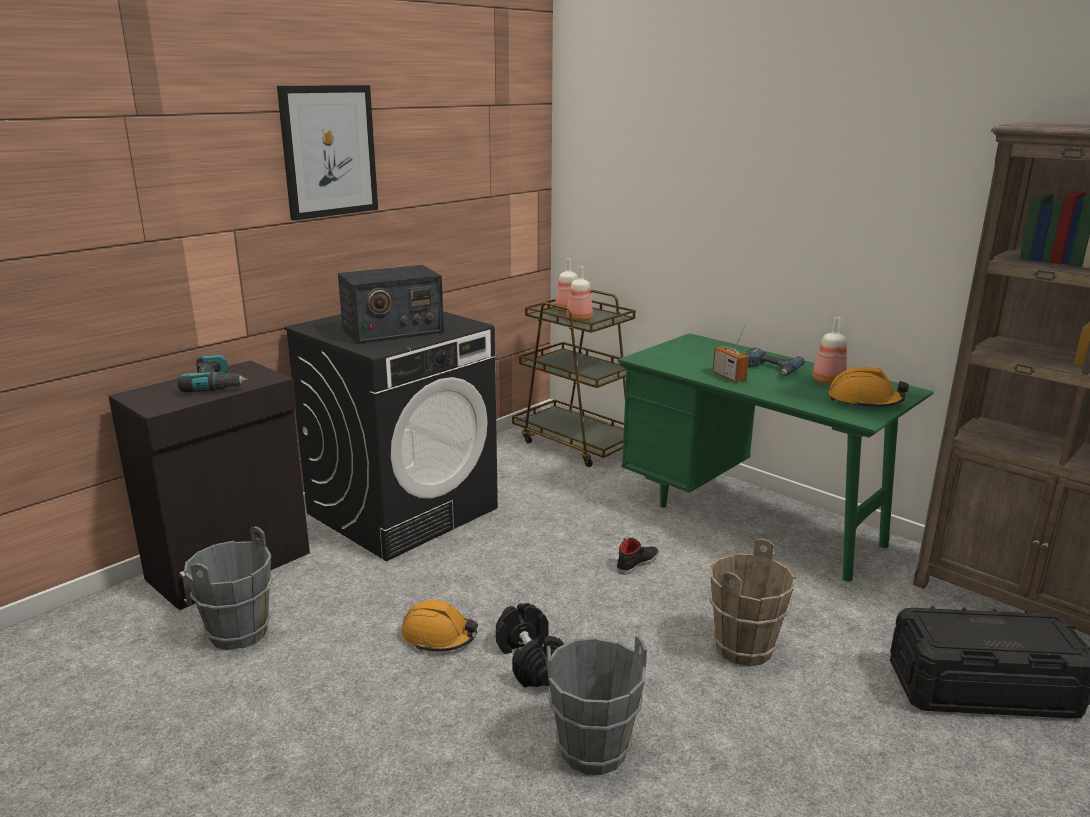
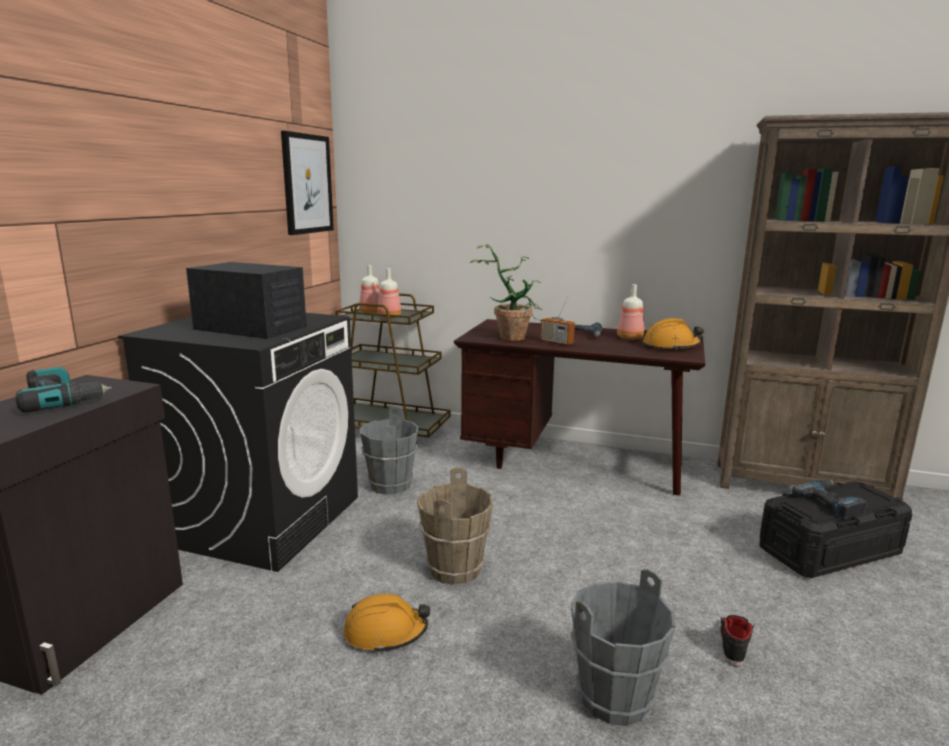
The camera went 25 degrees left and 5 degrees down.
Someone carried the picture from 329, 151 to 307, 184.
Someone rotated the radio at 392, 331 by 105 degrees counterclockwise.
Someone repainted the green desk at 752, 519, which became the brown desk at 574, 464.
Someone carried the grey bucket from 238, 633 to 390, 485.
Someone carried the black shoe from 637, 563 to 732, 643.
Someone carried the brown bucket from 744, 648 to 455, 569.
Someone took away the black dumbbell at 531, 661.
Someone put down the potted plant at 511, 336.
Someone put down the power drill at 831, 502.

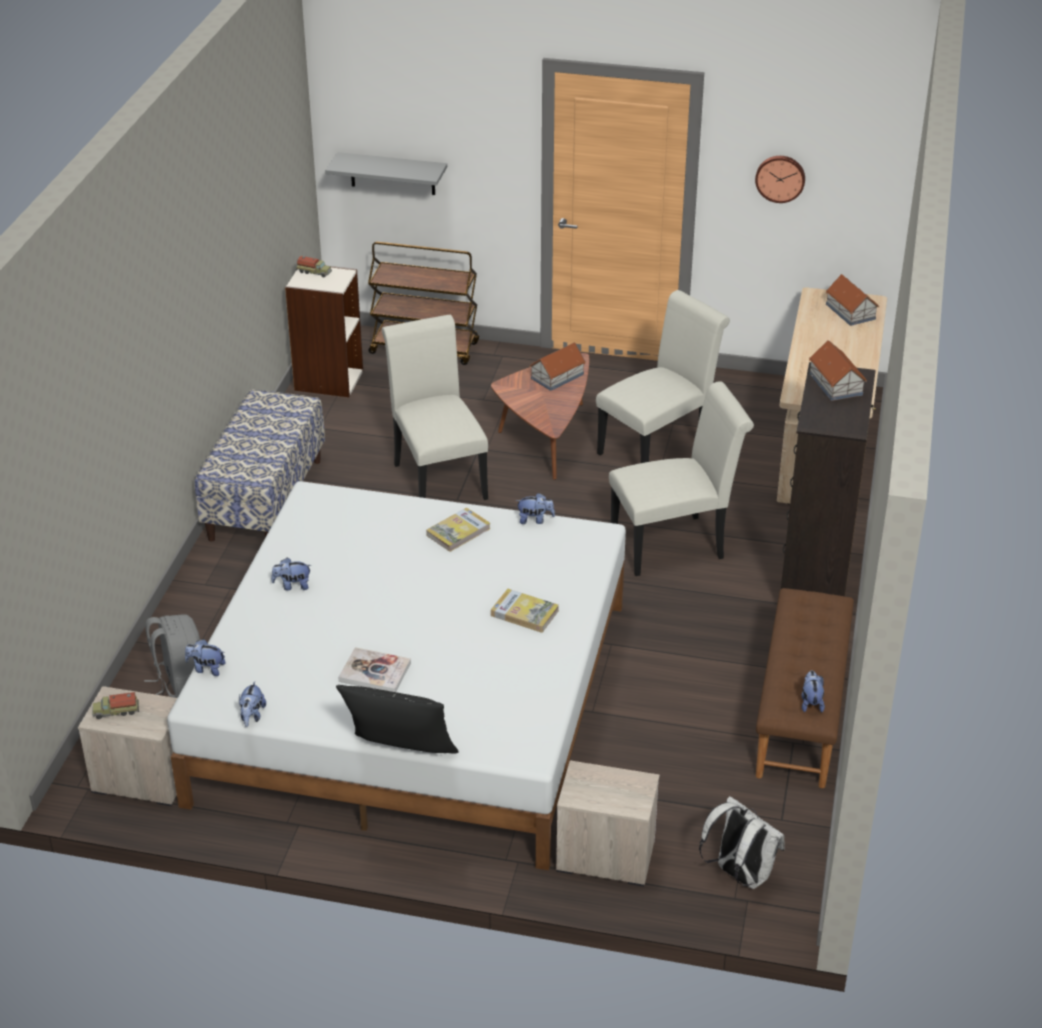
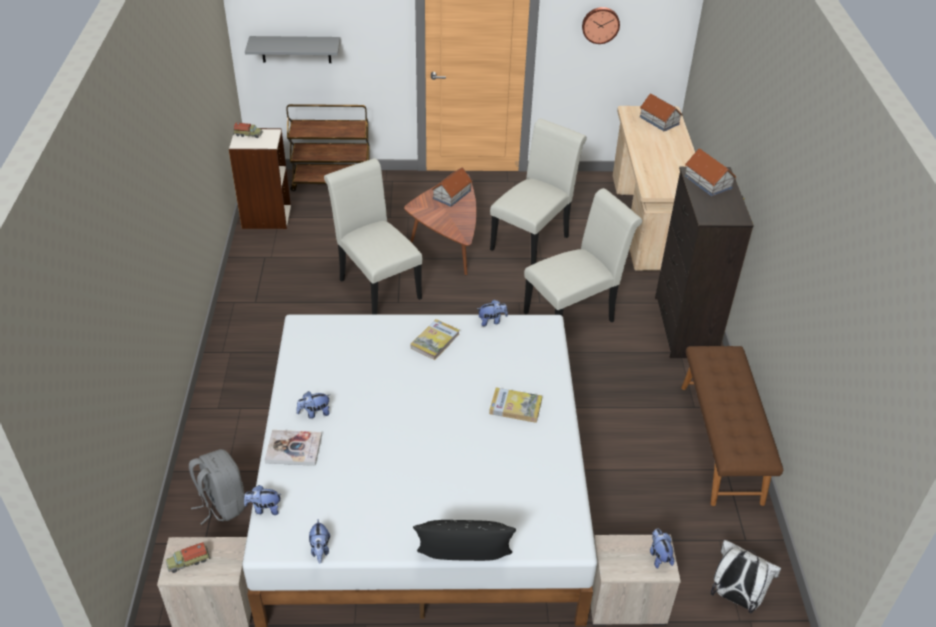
The camera went 15 degrees left and 5 degrees up.
Someone took away the bench at 265, 499.
Someone carried the book from 375, 672 to 293, 449.
Someone carried the plush toy from 811, 702 to 659, 556.

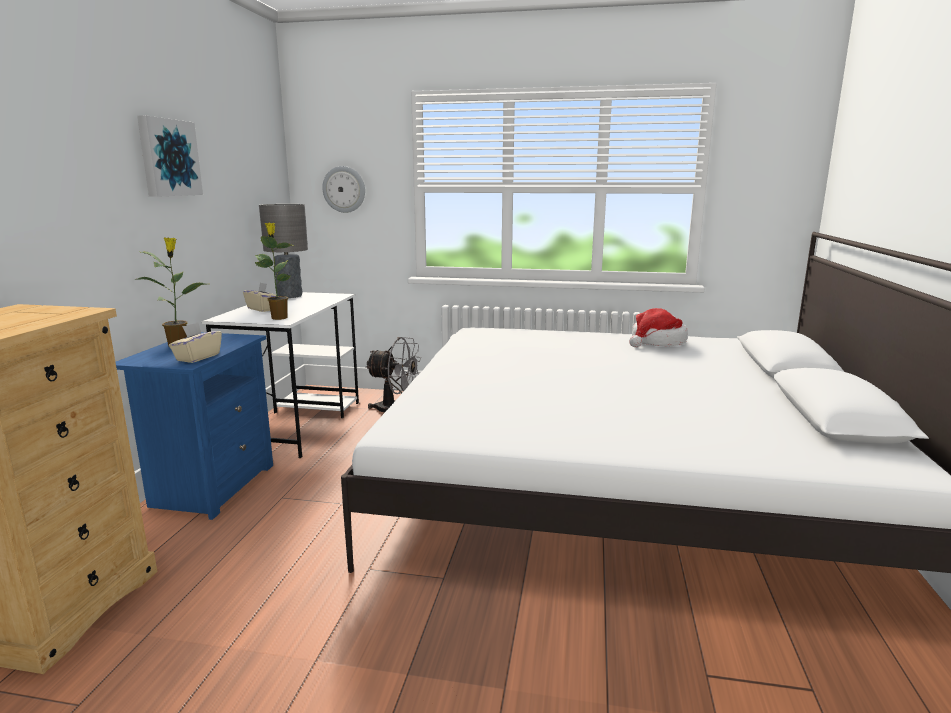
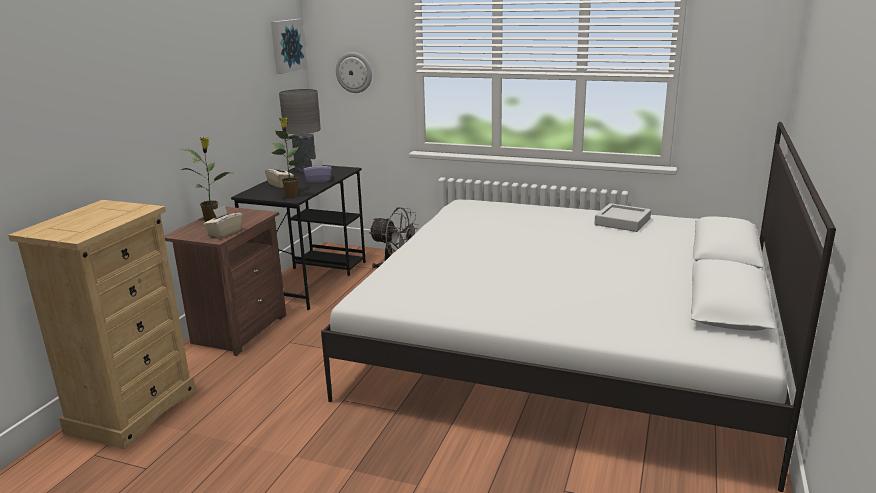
The camera went 10 degrees right and 5 degrees up.
Someone carried the picture from 168, 158 to 287, 45.
Someone repainted the white desk at 297, 424, which became the black desk at 310, 279.
Someone swapped the hat at 657, 342 for the grey tray at 622, 222.
Someone repainted the blue nightstand at 211, 486, which became the brown nightstand at 238, 330.
Someone put down the purple tissue box at 318, 180.

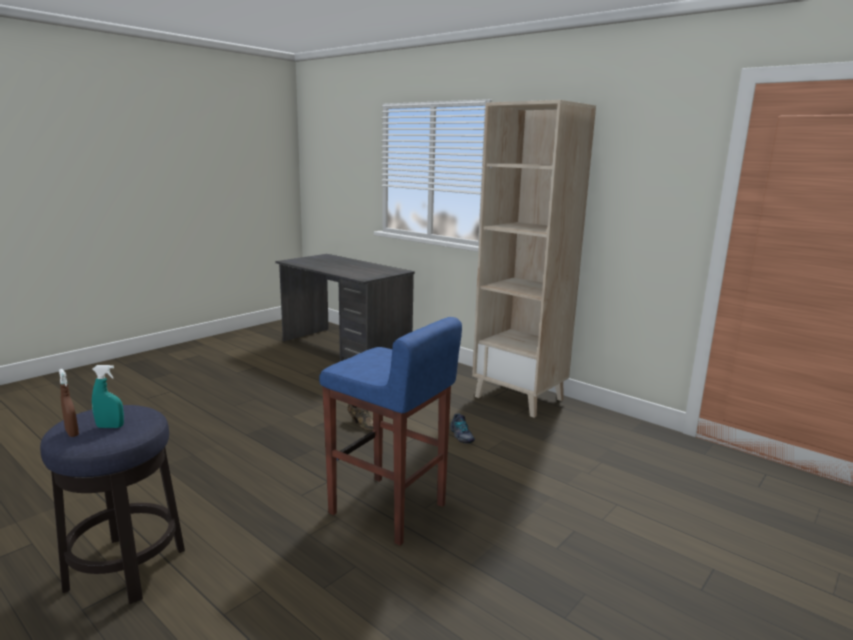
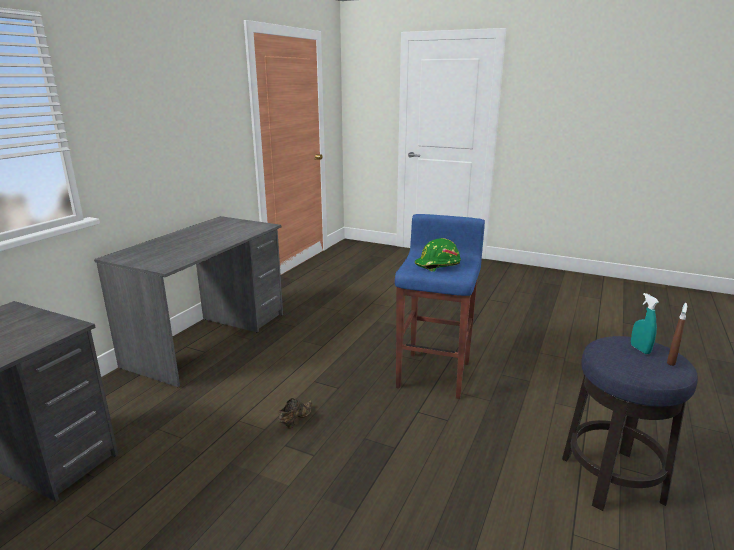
The camera went 105 degrees left and 5 degrees up.
Someone swapped the beige bookcase at 520, 398 for the grey desk at 209, 339.
Someone took away the shoe at 461, 436.
Someone put down the green hard hat at 437, 265.

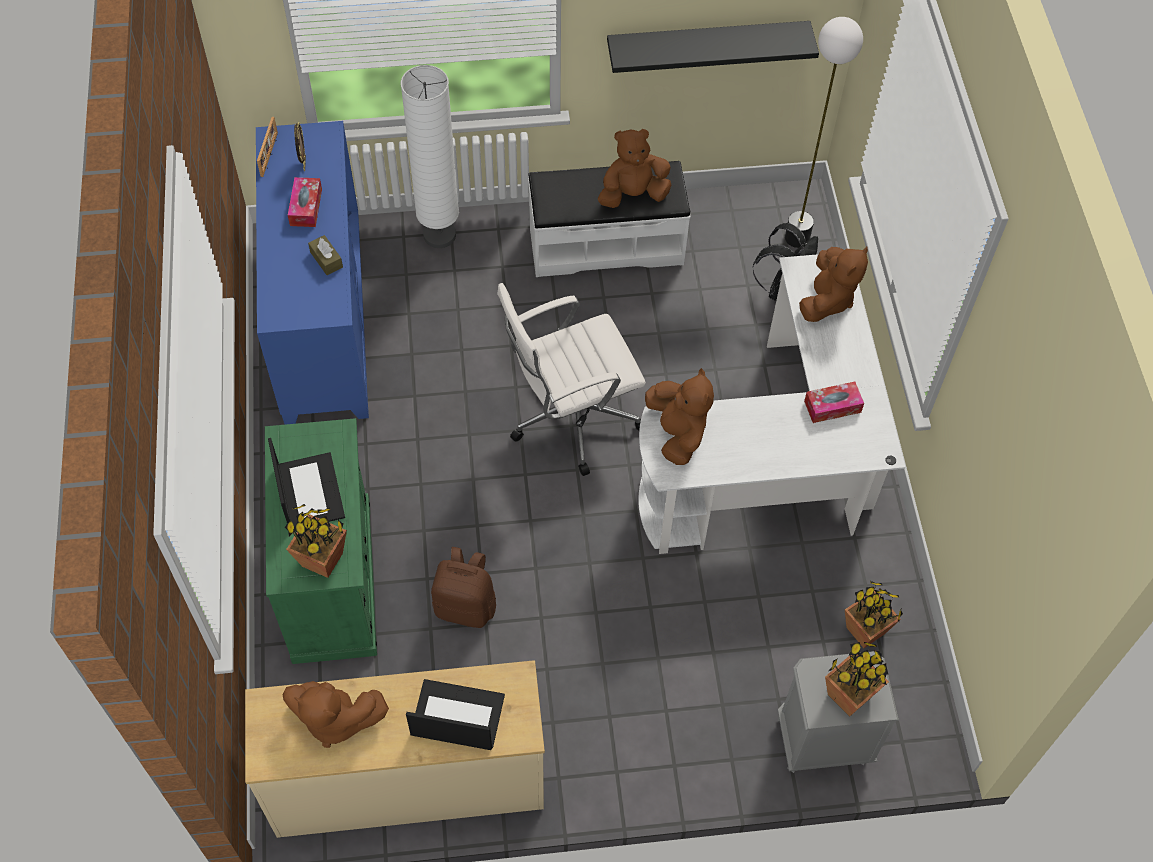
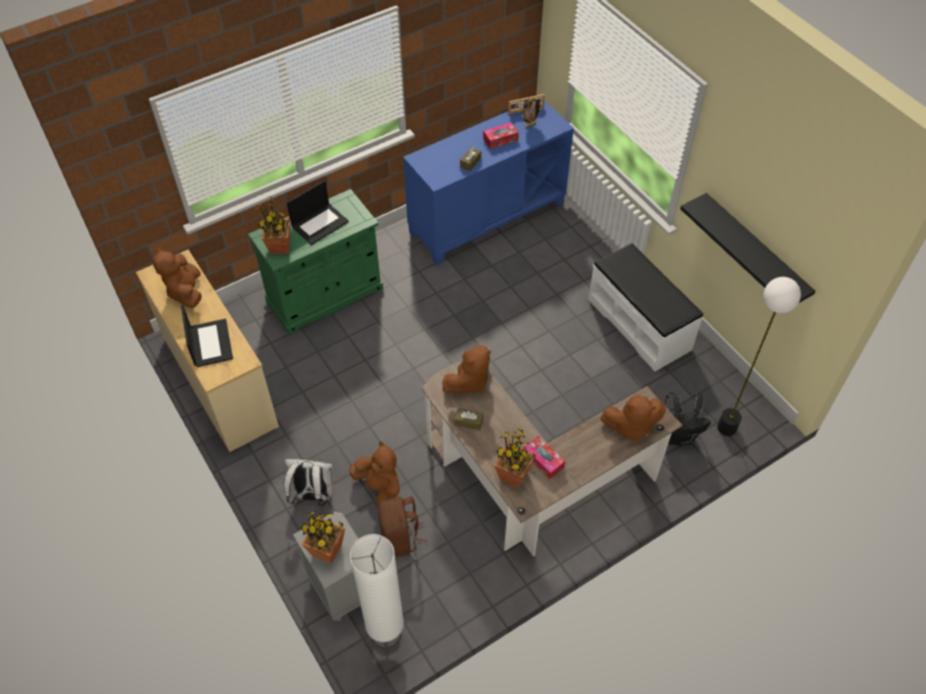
The camera went 65 degrees right and 5 degrees down.
Someone carried the white floor lamp from 439, 235 to 386, 635.
Someone carried the brown plush toy from 633, 194 to 379, 487.
Someone repainted the white desk at 774, 464, which became the brown desk at 532, 483.
Someone took away the white office chair at 571, 417.
Someone carried the brown backpack from 466, 606 to 401, 537.
Someone carried the potted plant from 865, 630 to 514, 475.
Someone put down the brown tissue box at 468, 422.
Someone put down the white backpack at 312, 495.

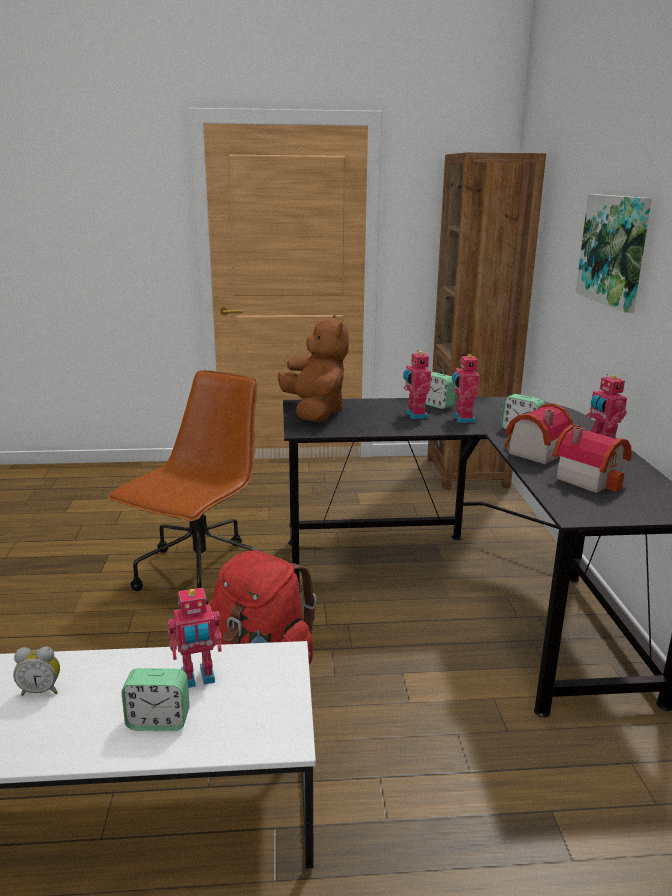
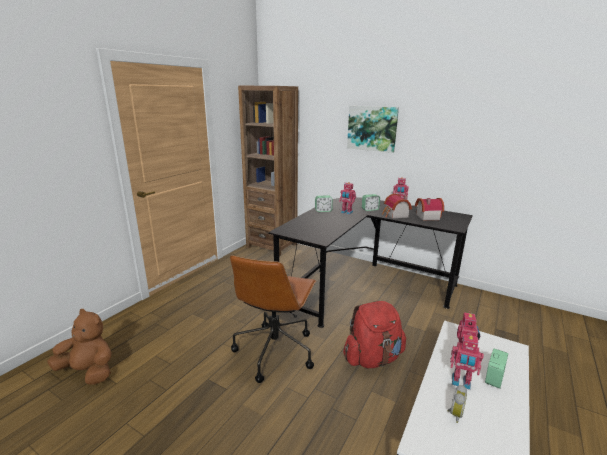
The camera went 55 degrees left and 0 degrees up.
Someone carried the brown plush toy from 315, 411 to 89, 371.
Someone carried the toy robot from 415, 415 to 461, 382.
Someone rotated the brown office chair at 200, 575 by 135 degrees counterclockwise.

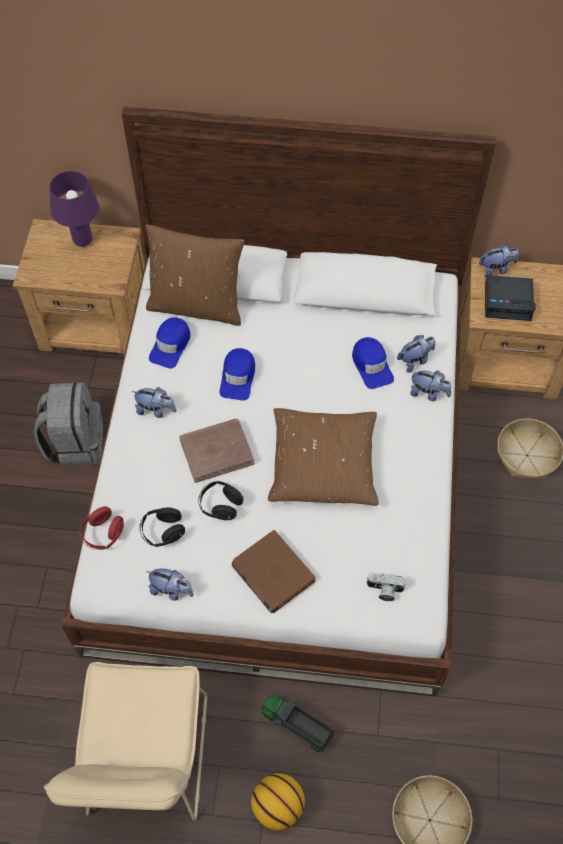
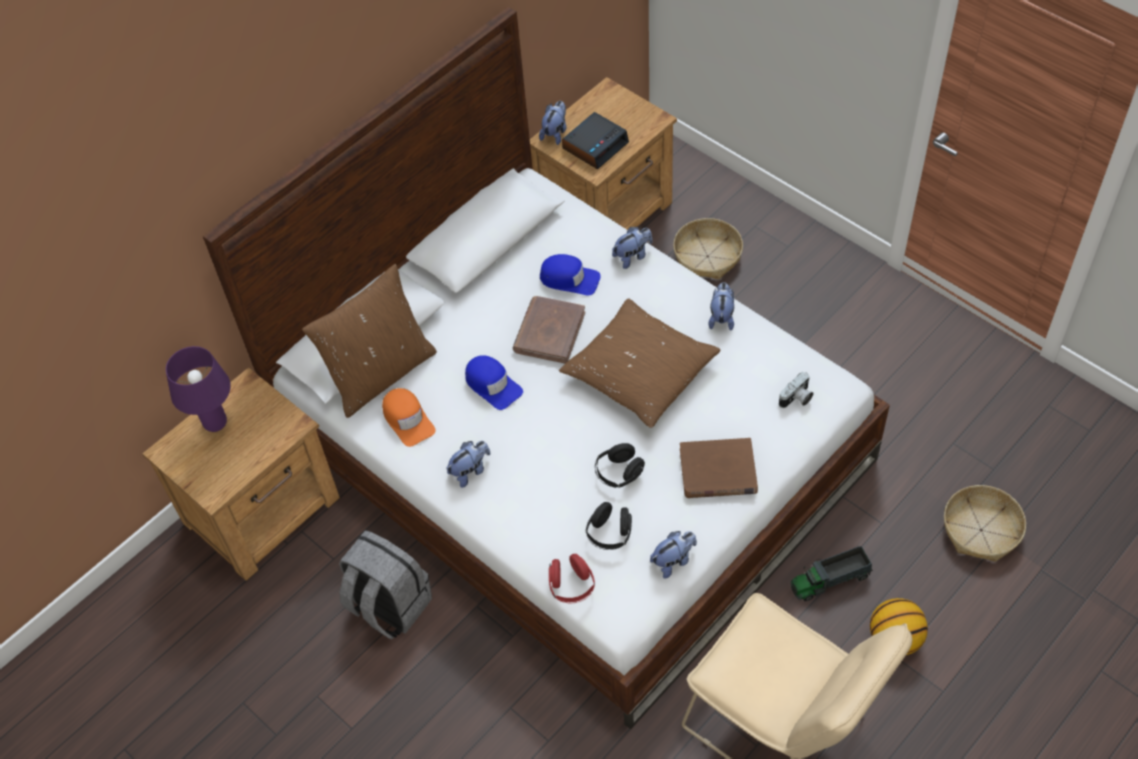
The camera went 50 degrees left and 5 degrees down.
Someone repainted the blue cap at 171, 345, which became the orange cap at 408, 419.
Someone carried the plush toy from 415, 360 to 721, 317.
Someone carried the brown book from 216, 451 to 549, 332.

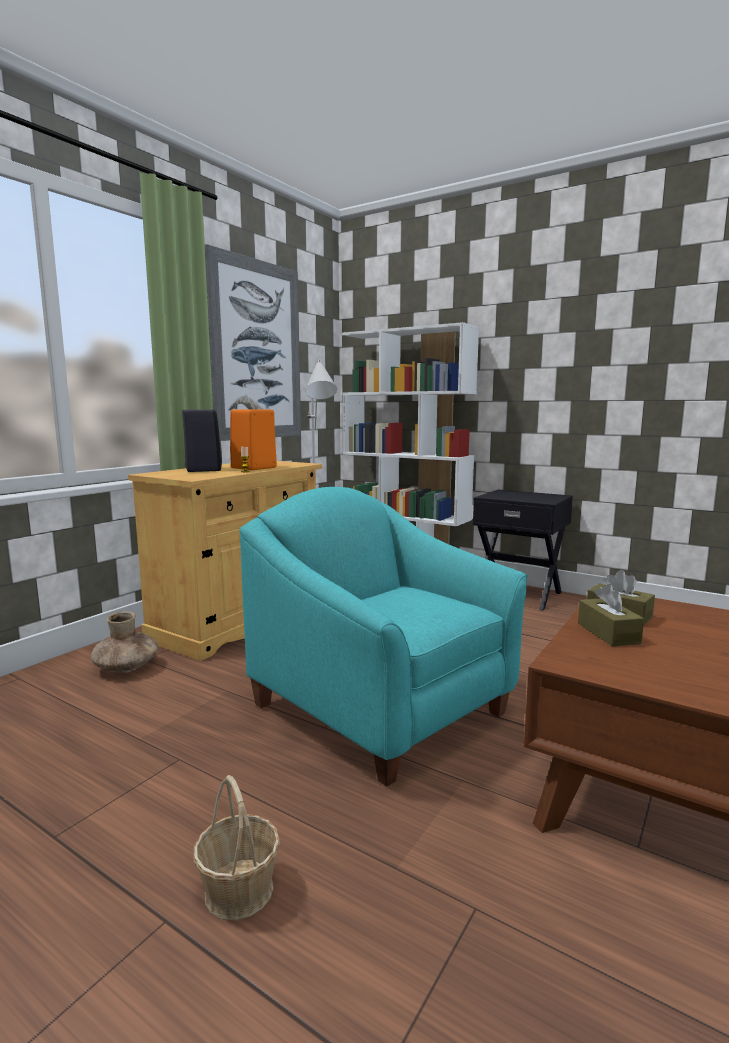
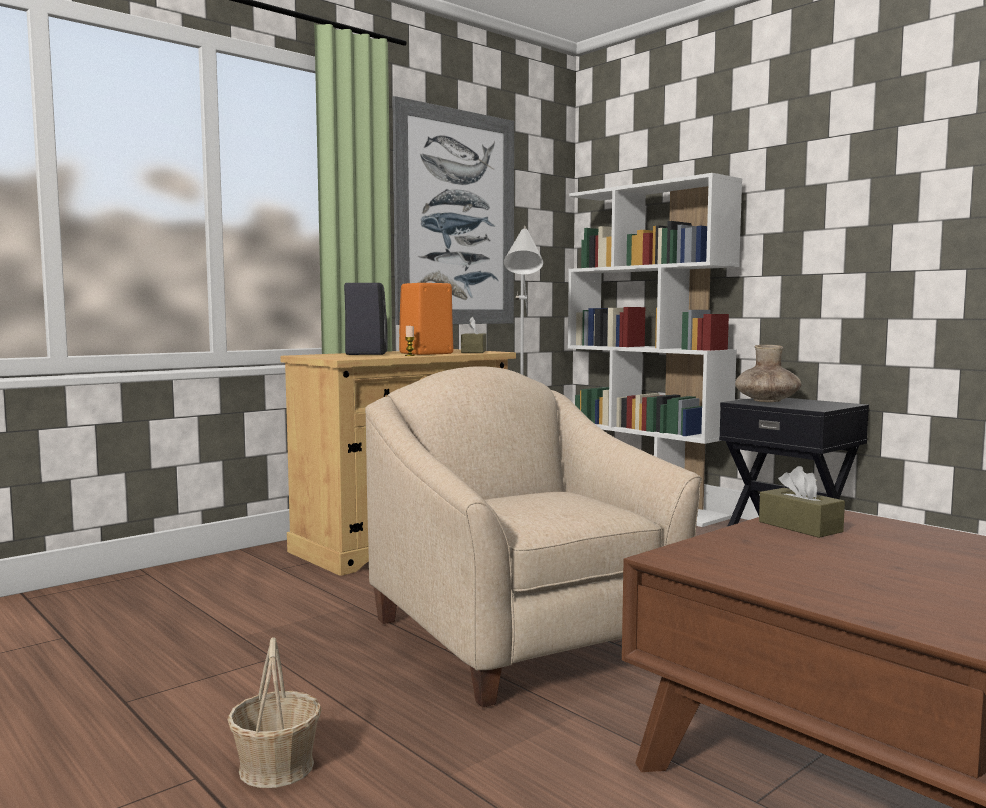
The camera went 15 degrees right and 5 degrees down.
Someone repainted the turquoise armchair at 381, 708, which became the beige armchair at 523, 639.
Someone carried the brown tissue box from 608, 633 to 474, 351.
Someone carried the brown vase from 126, 667 to 767, 401.

